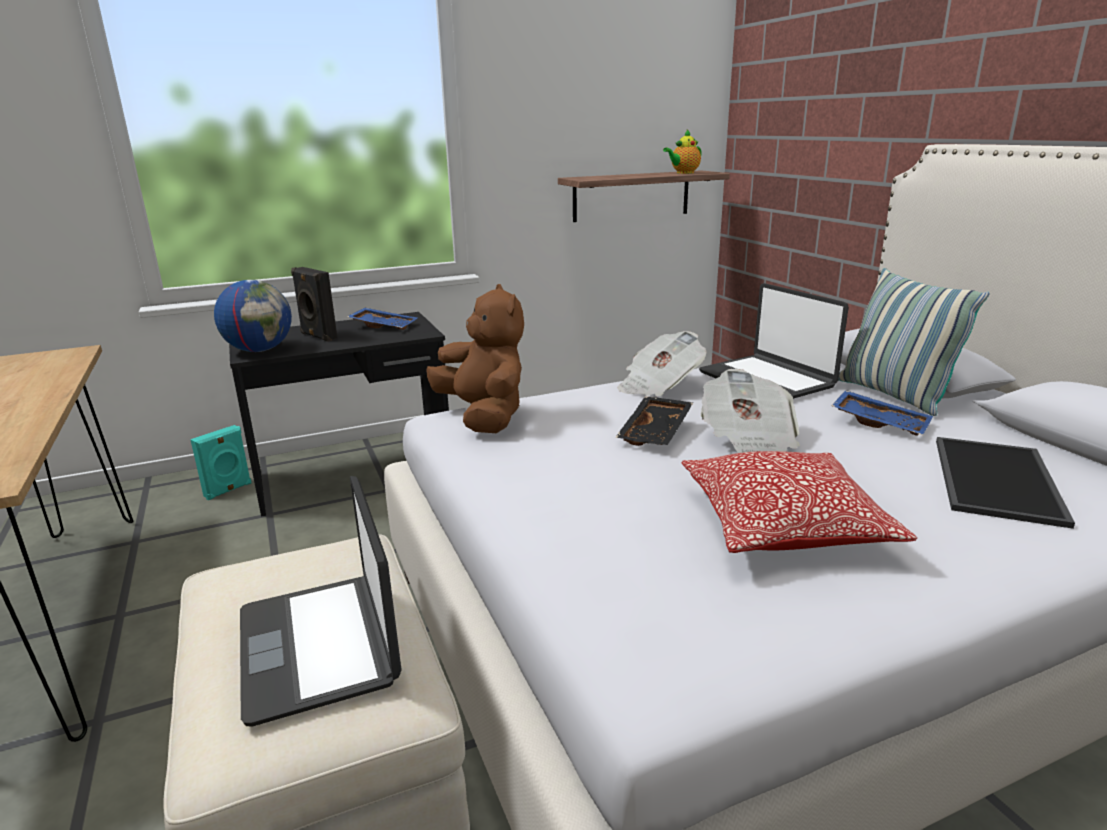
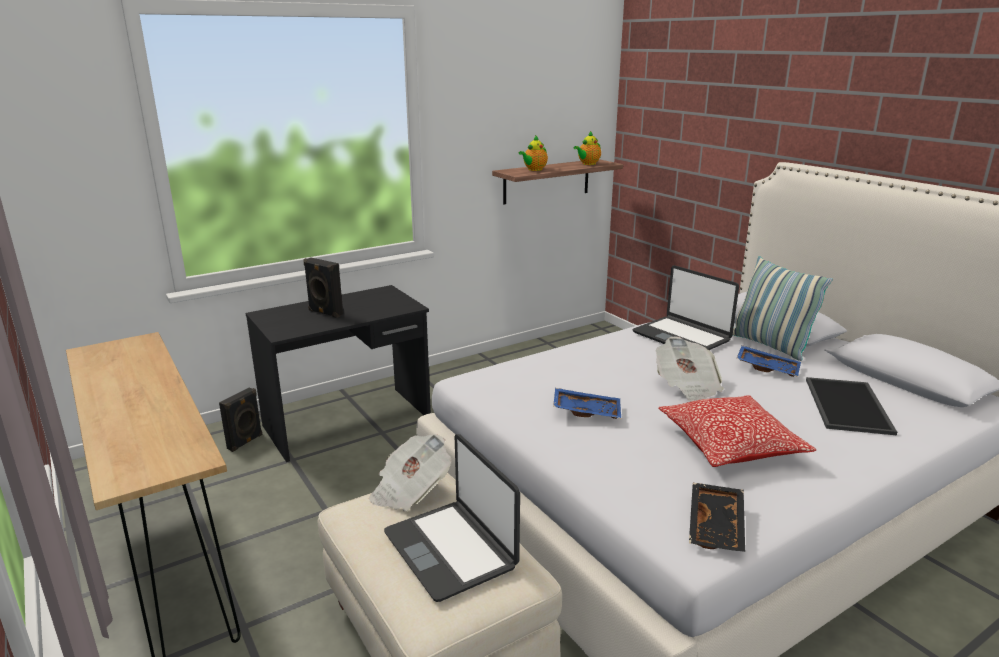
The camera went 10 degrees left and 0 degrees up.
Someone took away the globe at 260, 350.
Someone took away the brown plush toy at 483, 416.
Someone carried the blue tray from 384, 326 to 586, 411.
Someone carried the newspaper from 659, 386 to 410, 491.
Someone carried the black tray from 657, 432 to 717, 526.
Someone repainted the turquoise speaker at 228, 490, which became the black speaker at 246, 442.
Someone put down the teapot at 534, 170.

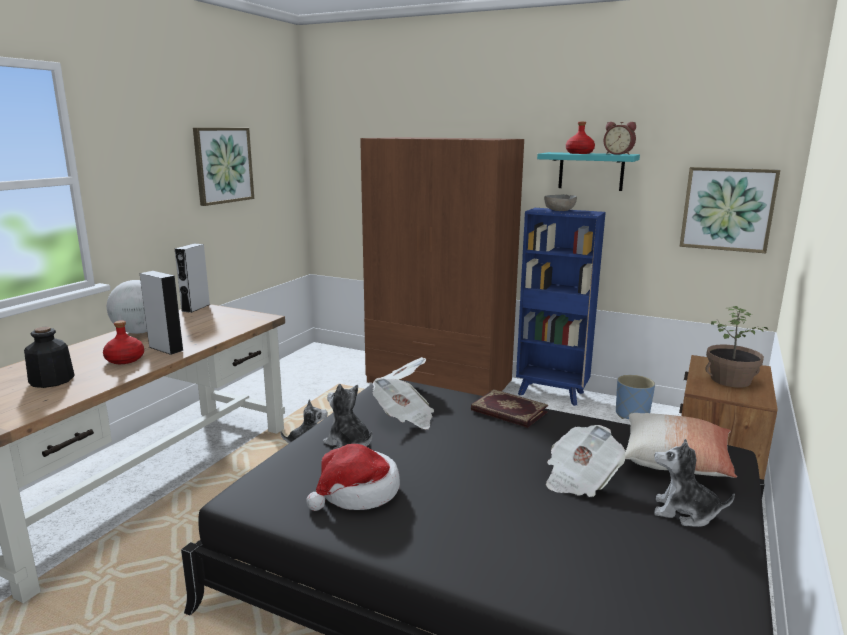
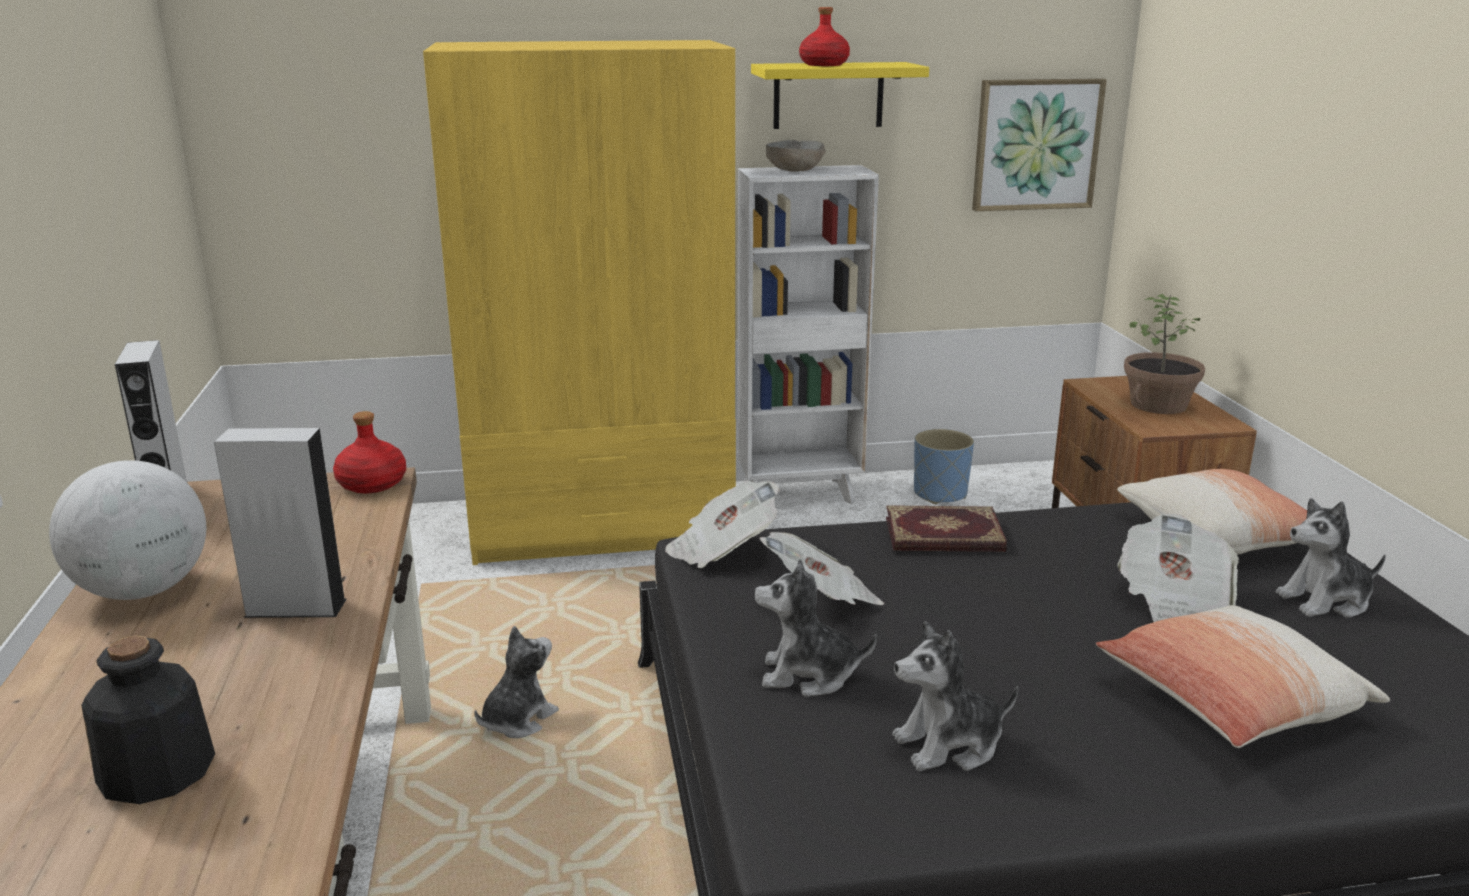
The camera went 35 degrees left and 5 degrees up.
Someone took away the alarm clock at 618, 154.
Someone took away the picture at 223, 165.
Someone repainted the brown wardrobe at 439, 381, which became the yellow wardrobe at 603, 525.
Someone repainted the turquoise shelf at 591, 171, which became the yellow shelf at 828, 95.
Someone repainted the blue bookcase at 552, 394, which became the white bookcase at 800, 494.
Someone carried the red bottle from 125, 359 to 372, 483.
Someone swapped the hat at 357, 492 for the plush toy at 949, 745.
Someone put down the pillow at 1229, 703.

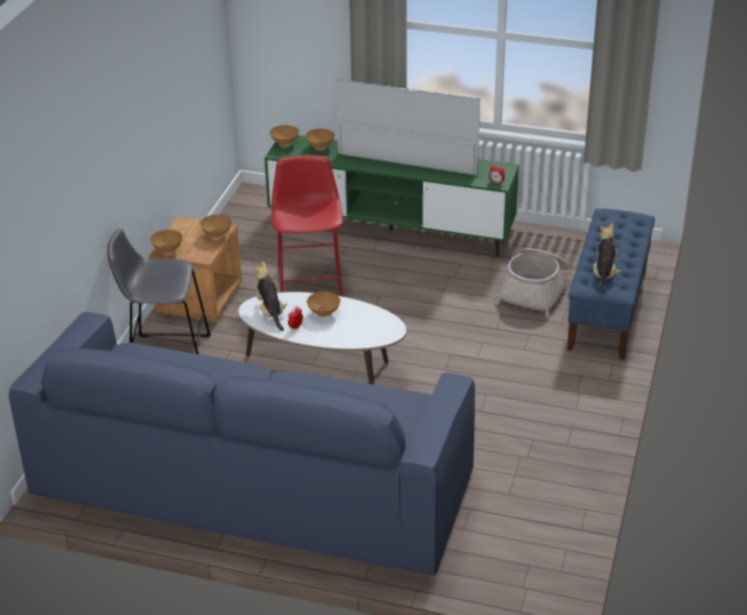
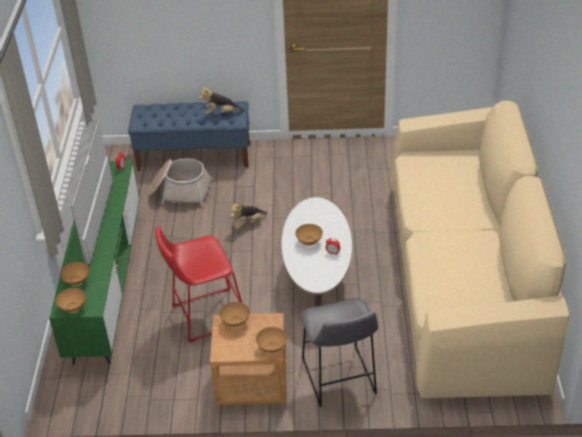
The camera went 105 degrees left and 5 degrees up.
Someone carried the plush toy from 271, 313 to 247, 223.
Someone repainted the blue sofa at 253, 485, which became the beige sofa at 463, 279.

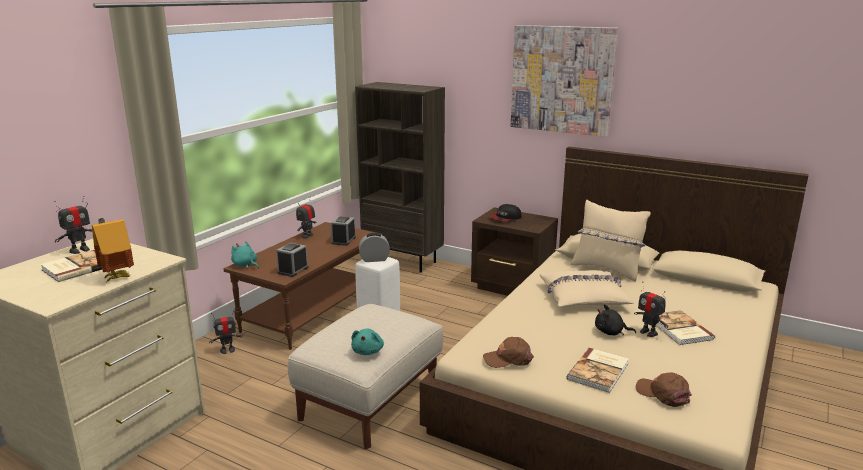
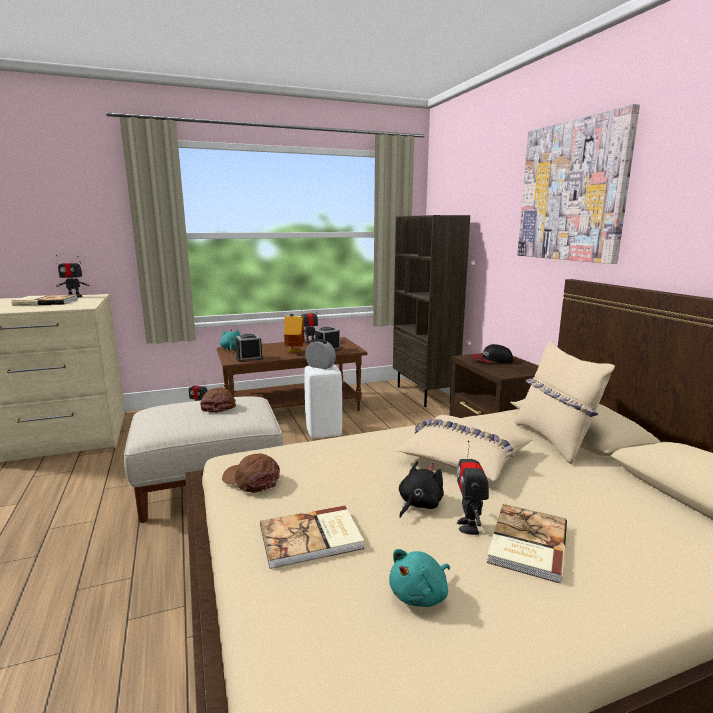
The camera went 40 degrees right and 5 degrees down.
Someone carried the toy house from 117, 277 to 294, 352.
Someone rotated the black plush toy at 611, 332 by 75 degrees clockwise.
Someone carried the turquoise plush toy from 368, 351 to 420, 595.
Someone carried the brown cap from 663, 394 to 219, 405.

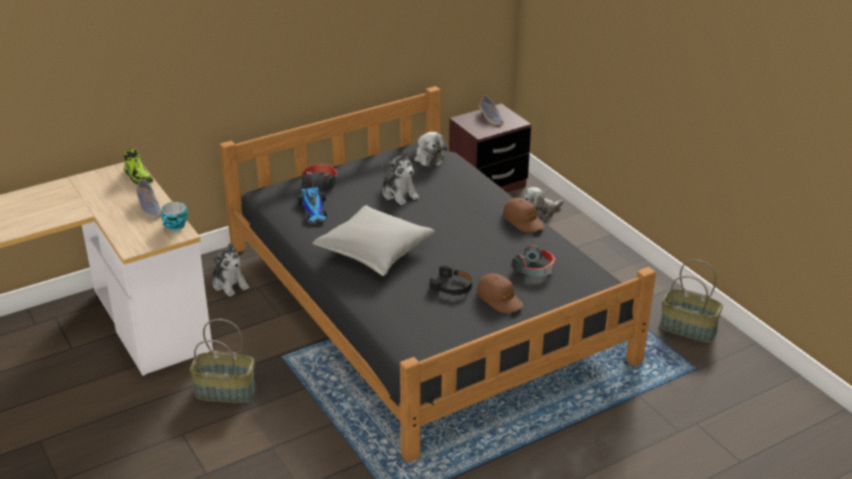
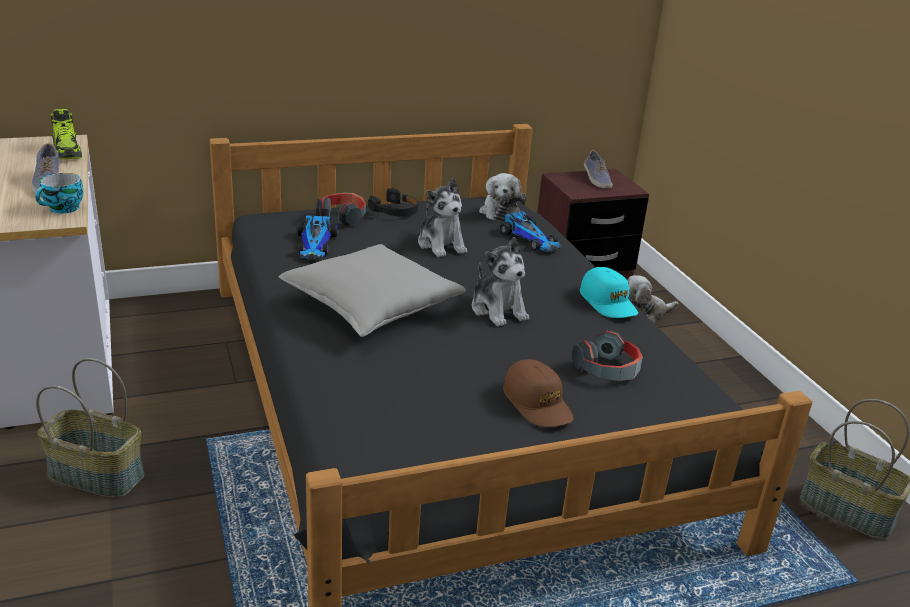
The camera went 10 degrees right and 5 degrees down.
Someone repainted the brown cap at 523, 221, which became the turquoise cap at 608, 302.
Someone carried the plush toy from 230, 284 to 498, 310.
Someone carried the black headphones from 452, 286 to 395, 210.
Someone put down the toy car at 531, 239.

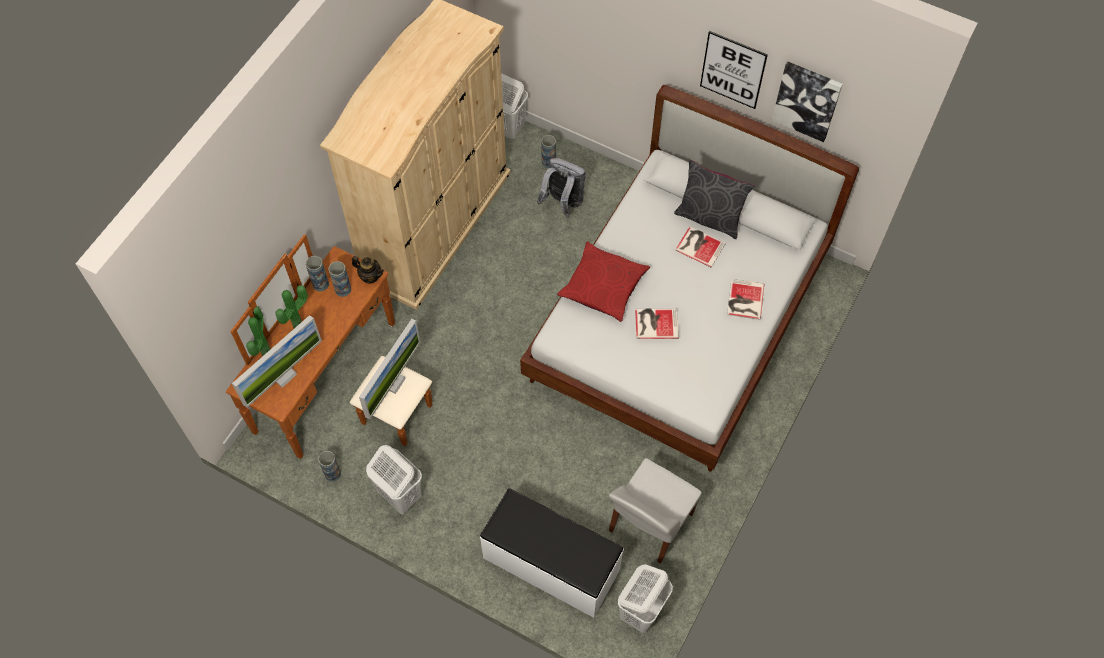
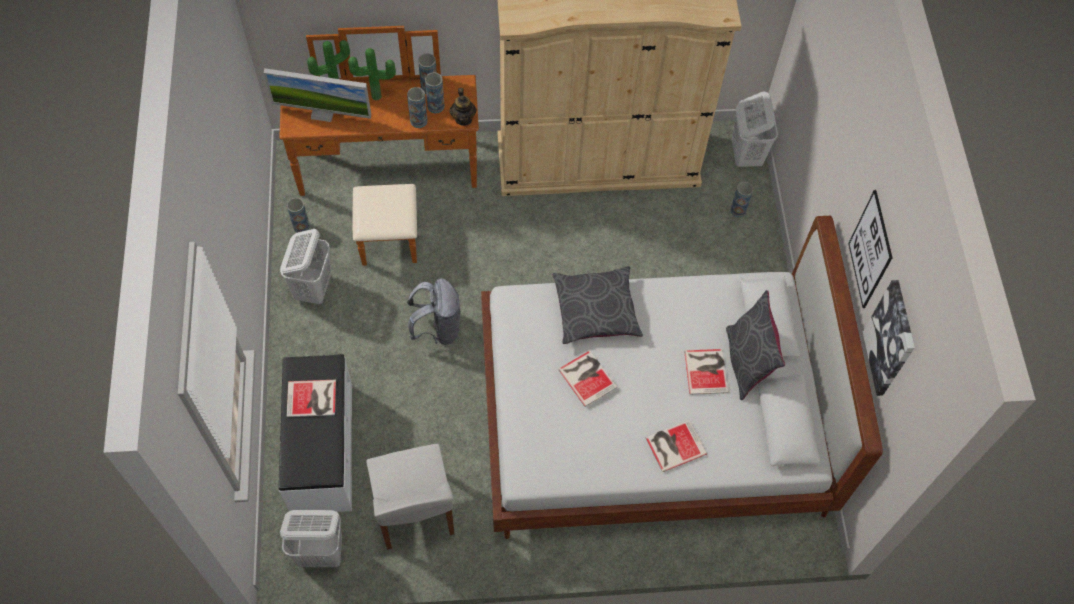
The camera went 55 degrees right and 0 degrees up.
Someone carried the grey backpack from 563, 203 to 438, 328.
Someone repainted the red pillow at 603, 286, which became the grey pillow at 596, 310.
Someone took away the monitor at 393, 382.
Someone rotated the white chair at 649, 524 by 105 degrees counterclockwise.
Someone put down the vase at 418, 121.
Someone put down the book at 313, 399.

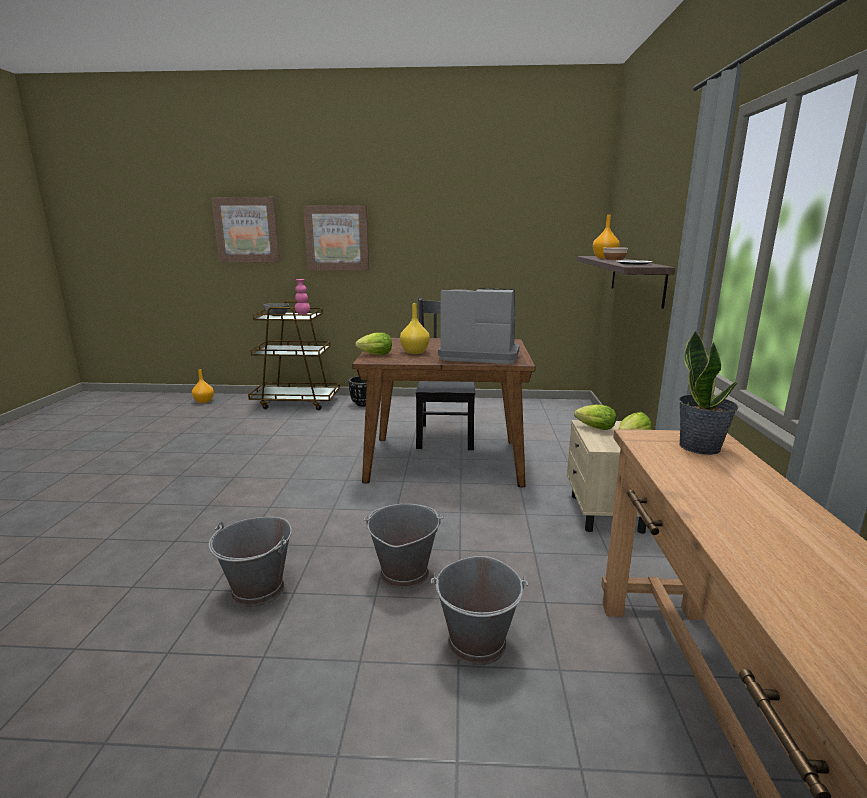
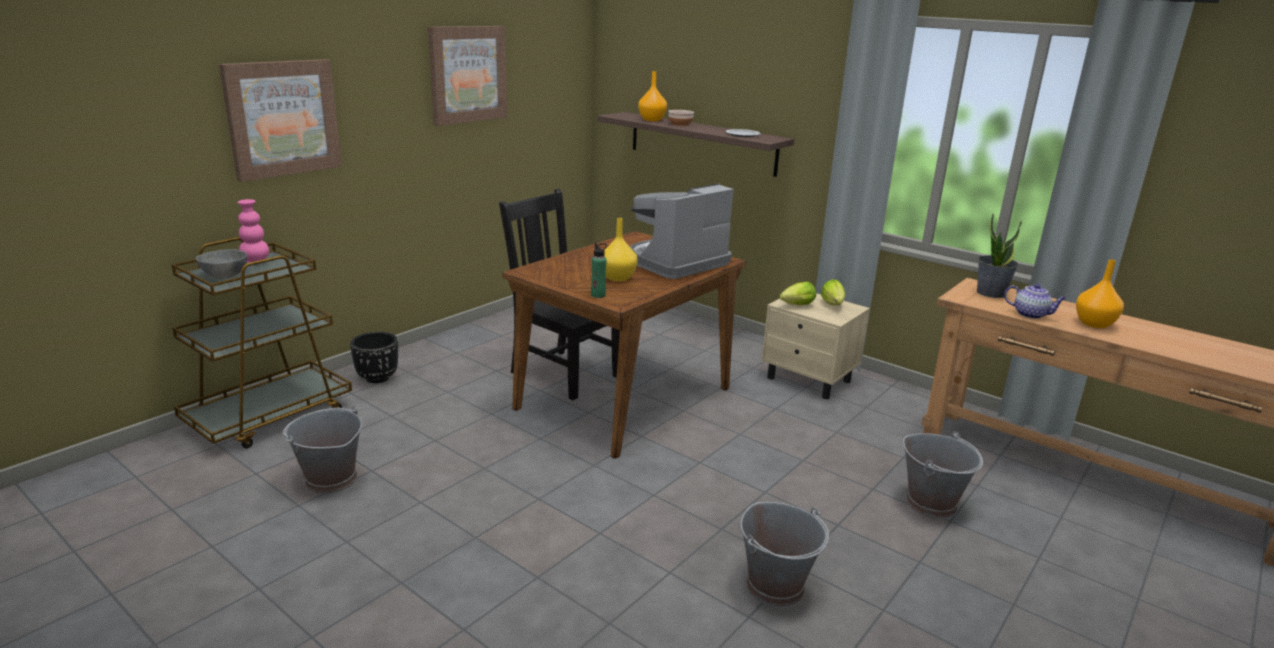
The camera went 55 degrees left and 5 degrees up.
Someone carried the picture from 247, 230 to 467, 74.
Someone swapped the lettuce at 373, 355 for the green bottle at 598, 295.
Someone carried the orange vase from 204, 401 to 1093, 324.
Someone carried the grey bucket from 403, 573 to 330, 479.
Someone put down the teapot at 1031, 314.

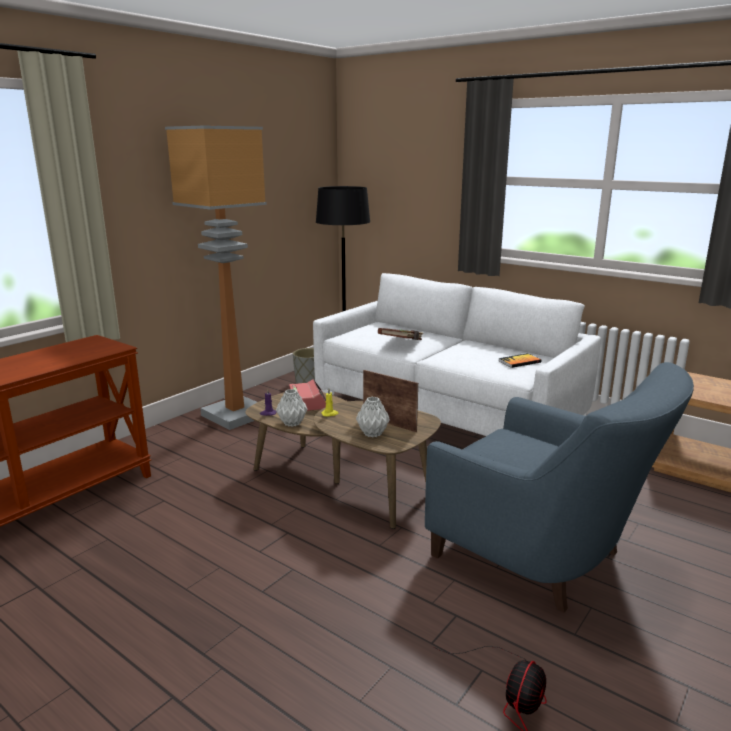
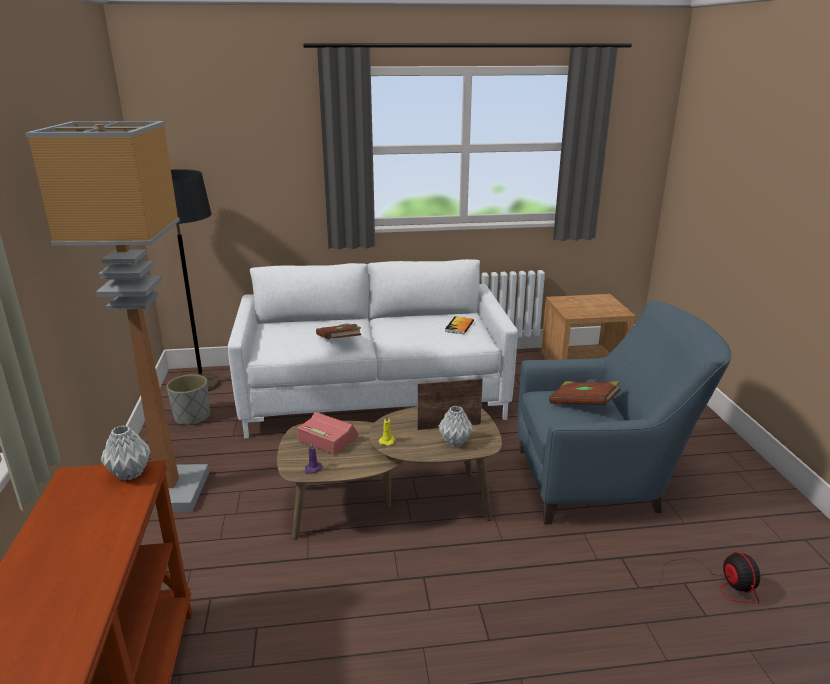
The camera went 45 degrees left and 5 degrees up.
Someone carried the grey vase from 292, 423 to 130, 473.
Someone put down the brown book at 583, 404.

